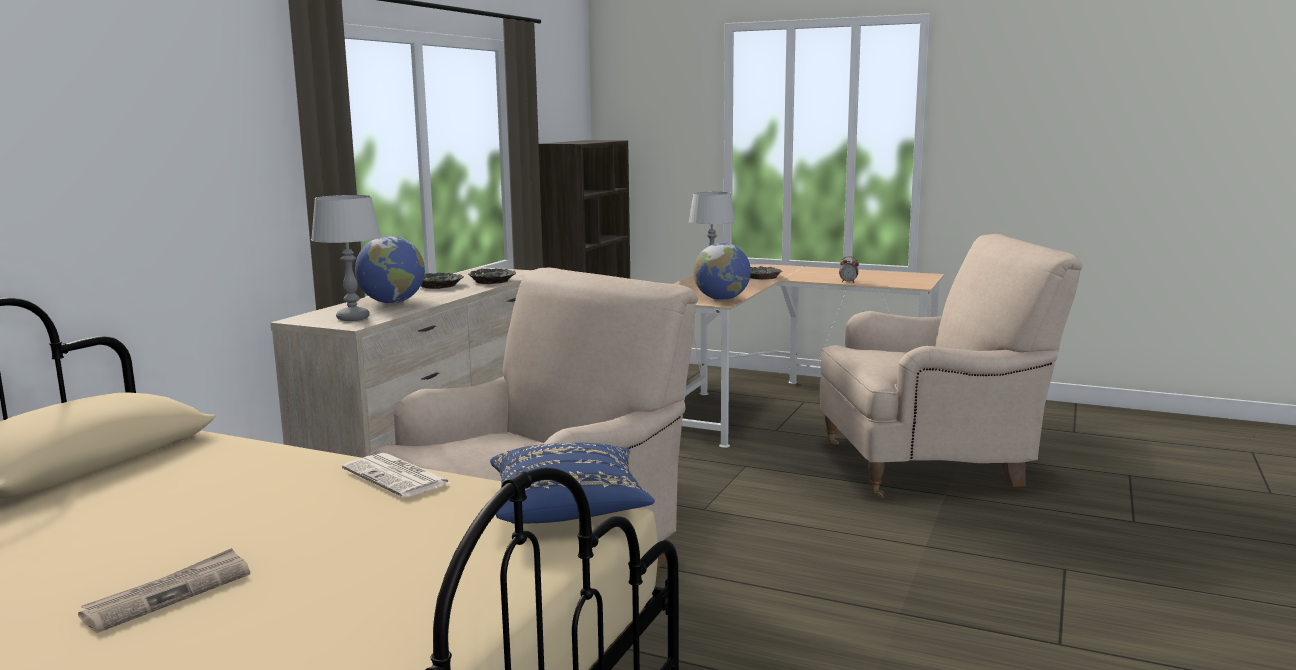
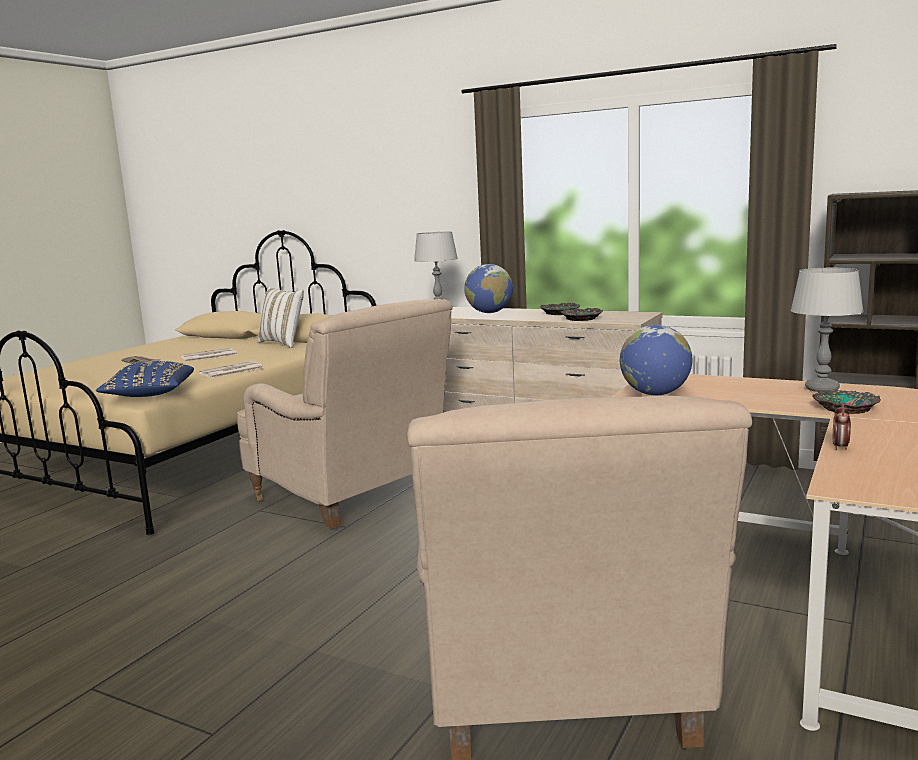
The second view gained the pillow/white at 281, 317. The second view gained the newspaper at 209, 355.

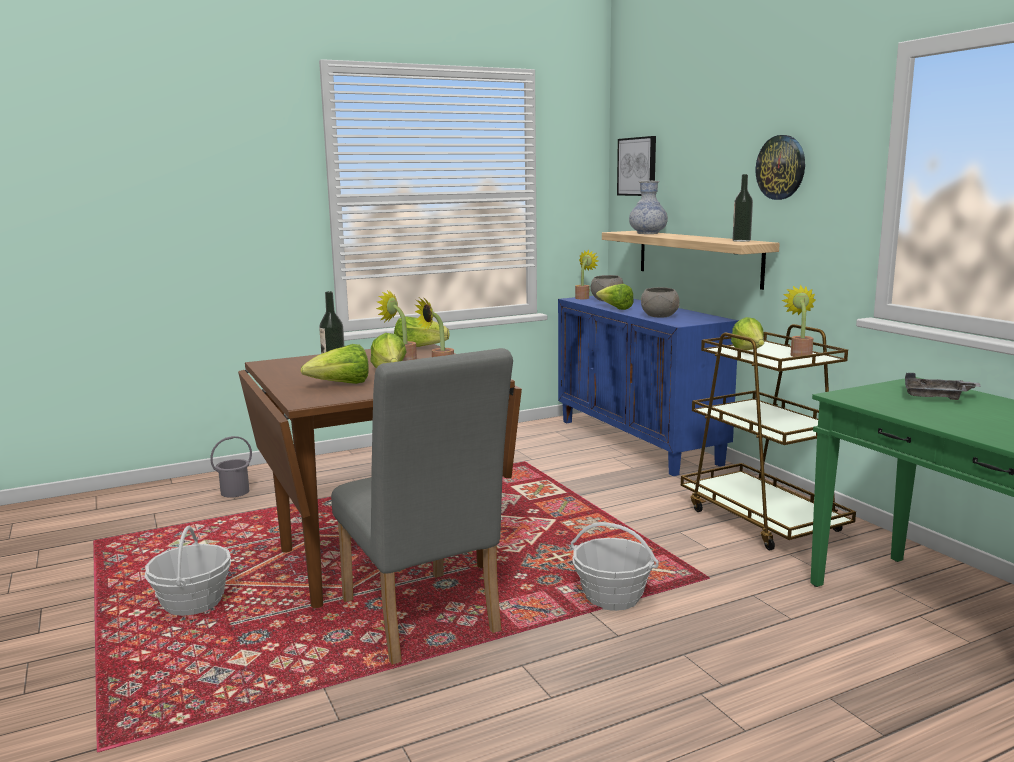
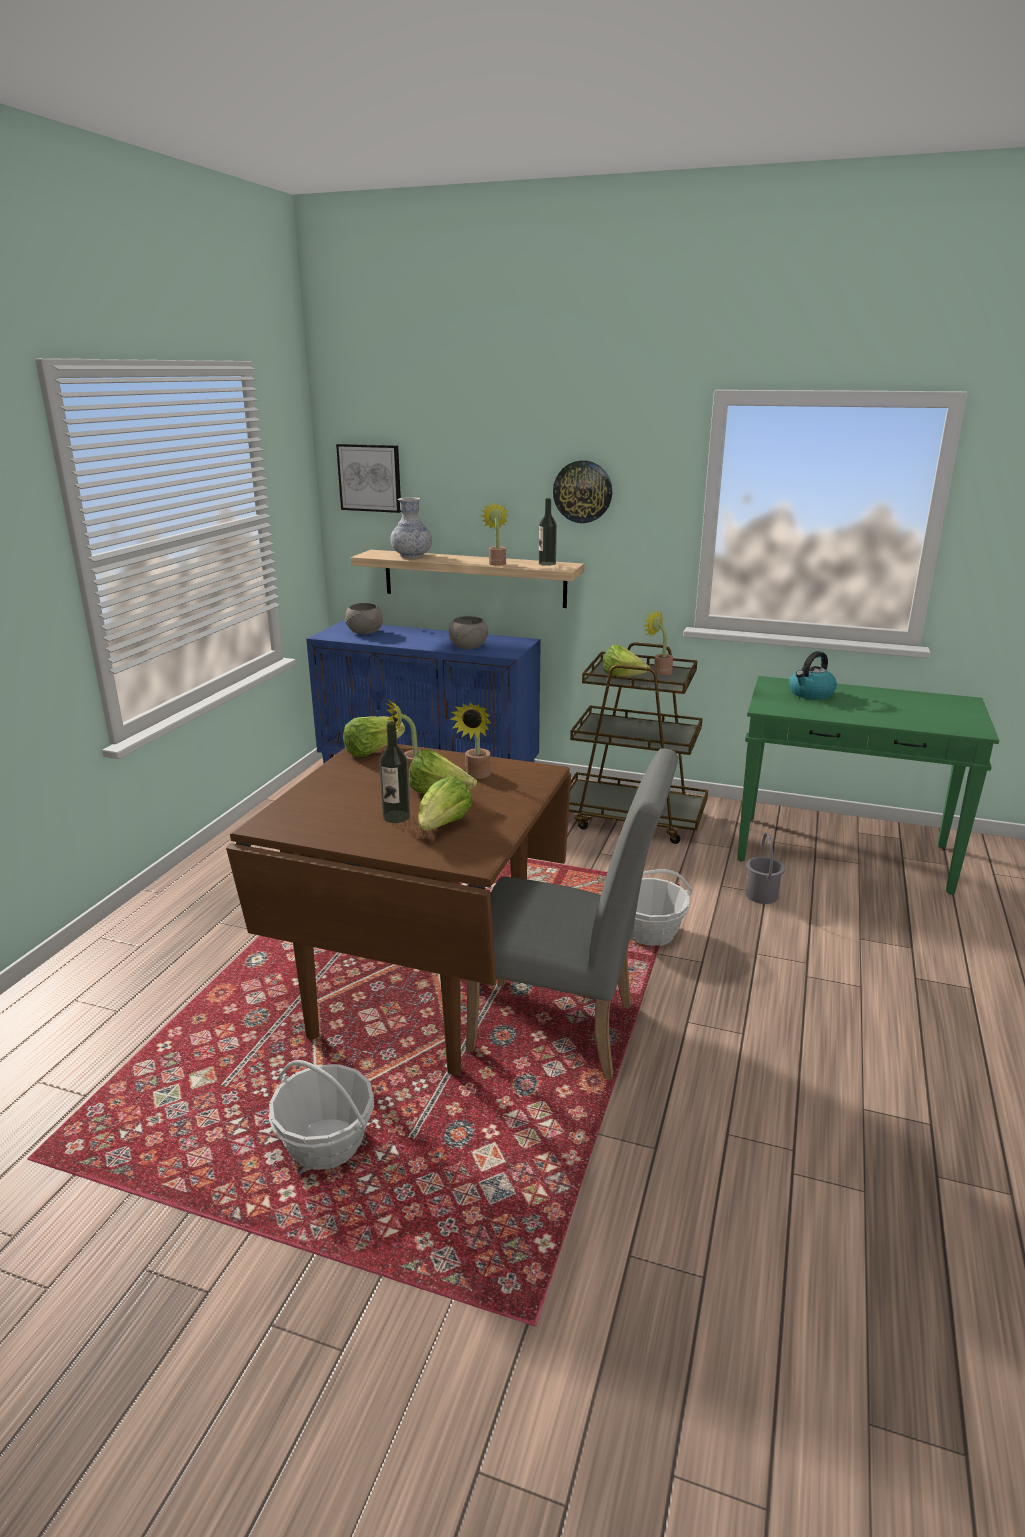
The potted plant ended up elsewhere, having gone from 586, 274 to 495, 534. The second view lost the lettuce at 614, 297. Where the tray/grey stood at 943, 386, the kettle came to stand at 813, 675. The bucket/grey ended up elsewhere, having gone from 231, 466 to 765, 868.

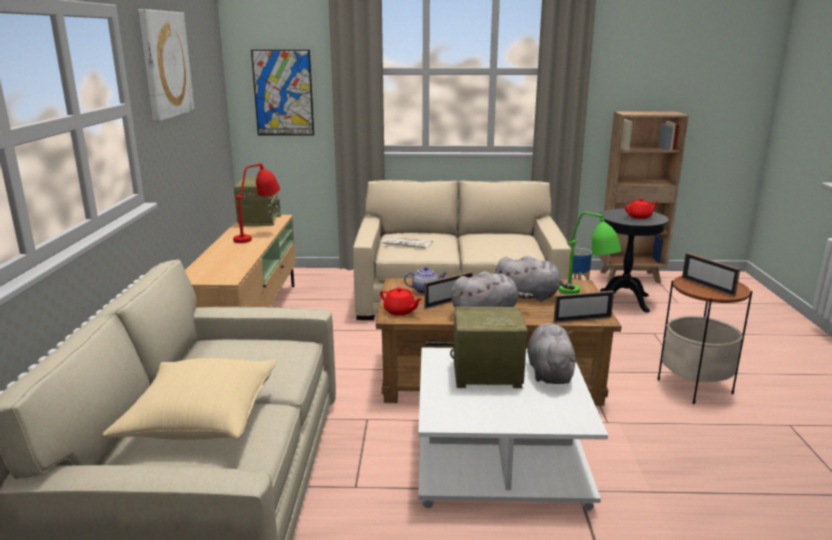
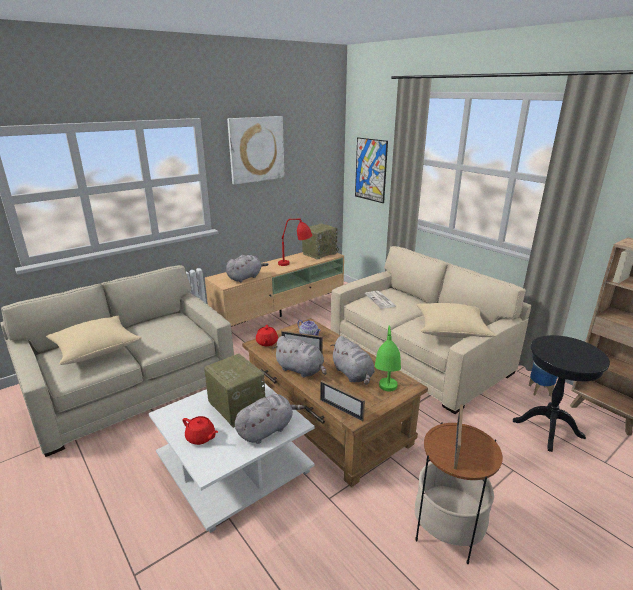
The teapot/red ended up elsewhere, having gone from 641, 208 to 200, 430. The second view gained the plush toy/grey at 247, 268. The second view gained the pillow/beige at 456, 320.

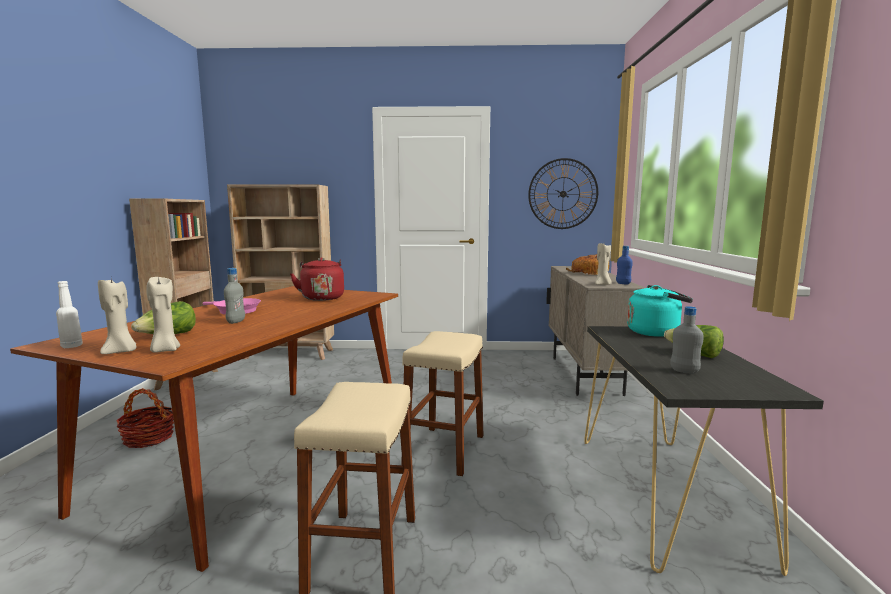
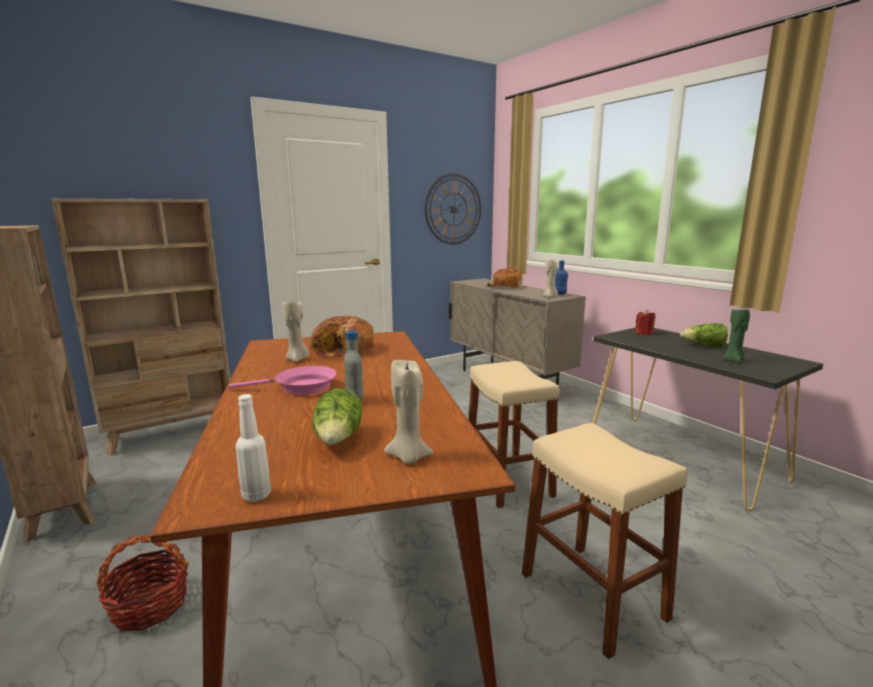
Where the kettle/red stood at 317, 279, the bread came to stand at 342, 337. The candle/beige ended up elsewhere, having gone from 117, 316 to 296, 331. Where the kettle/turquoise stood at 660, 311, the candle/red came to stand at 645, 322. Where the bottle/grey stood at 687, 340, the candle/green came to stand at 736, 335.

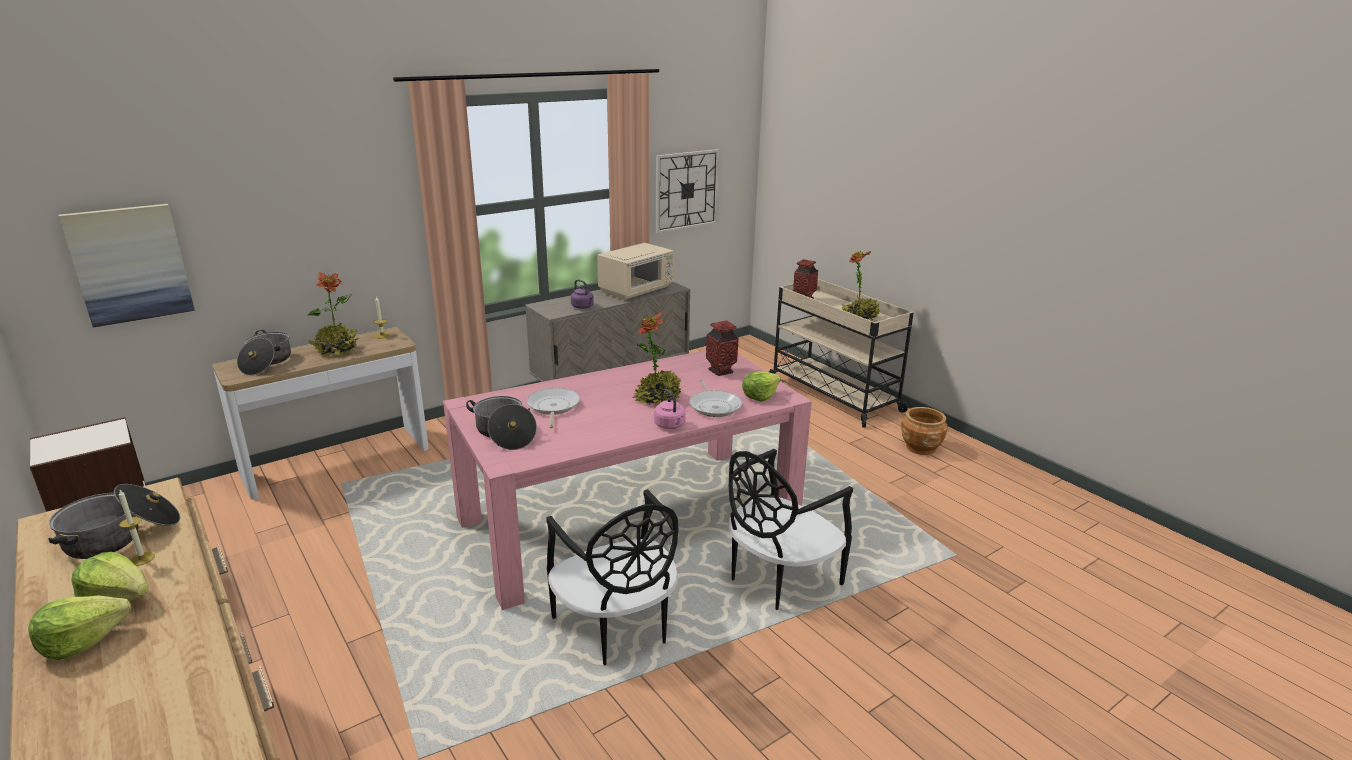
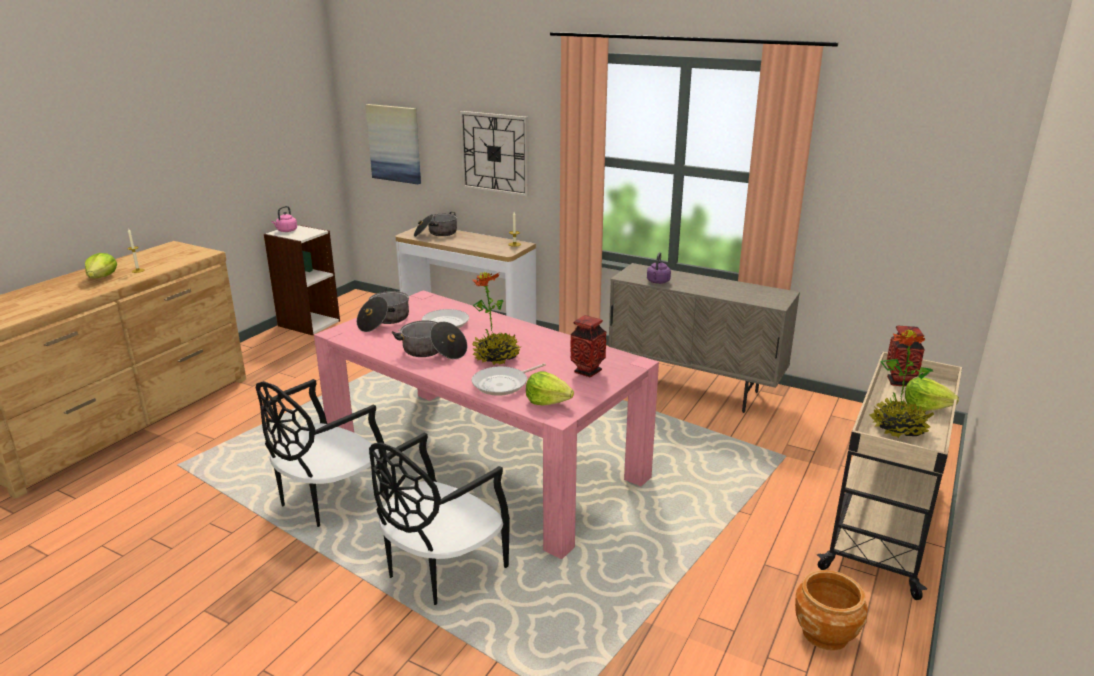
The wall clock ended up elsewhere, having gone from 687, 191 to 494, 154. The second view lost the microwave/beige at 635, 271. The second view lost the potted plant at 333, 314. The kettle/pink ended up elsewhere, having gone from 669, 408 to 284, 219. The chair/black at 790, 529 ended up facing another way, 75 degrees counterclockwise from before. The cooking pot ended up elsewhere, having gone from 114, 521 to 429, 339. The lettuce ended up elsewhere, having gone from 79, 627 to 932, 394.

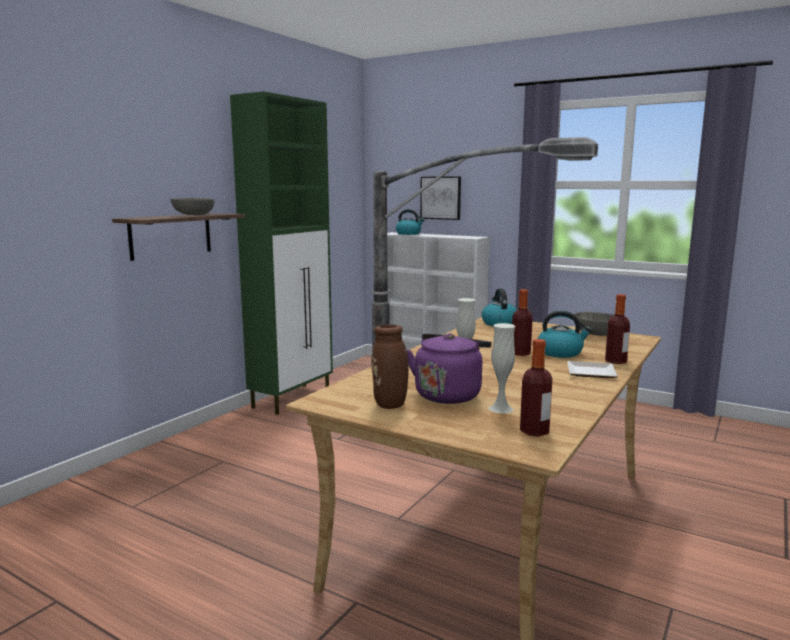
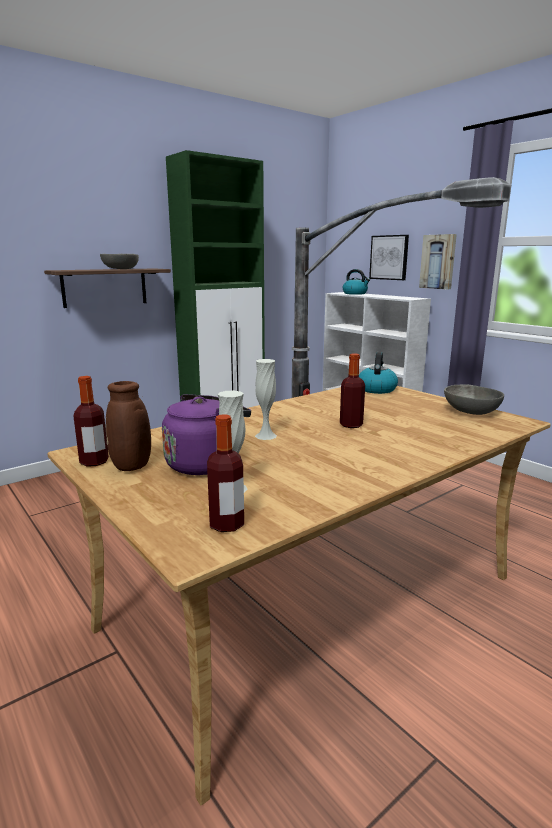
The bottle ended up elsewhere, having gone from 617, 329 to 91, 421. The second view lost the kettle at 565, 334. The second view lost the plate at 592, 369. The second view gained the picture at 438, 261.

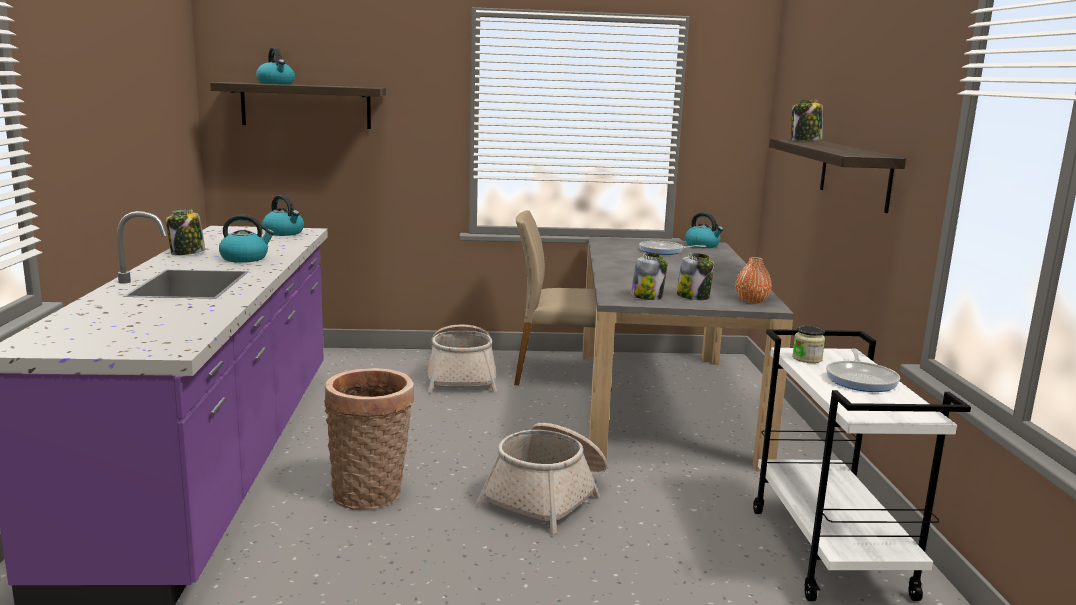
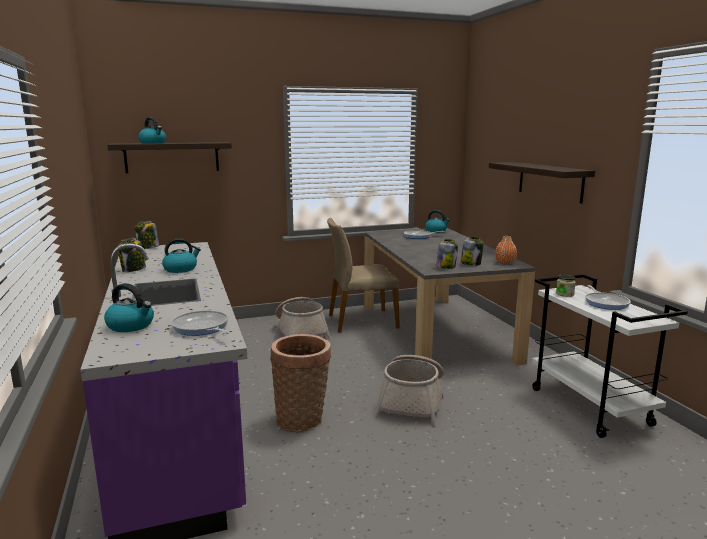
The jar ended up elsewhere, having gone from 807, 120 to 147, 235. The kettle ended up elsewhere, having gone from 283, 215 to 129, 307. The second view gained the frying pan at 200, 323.

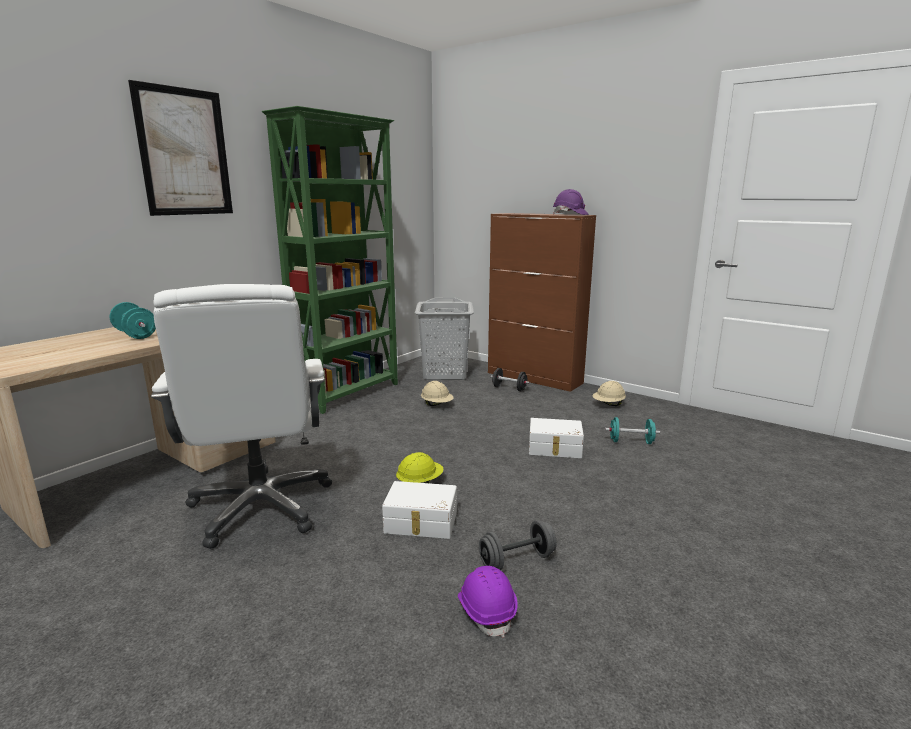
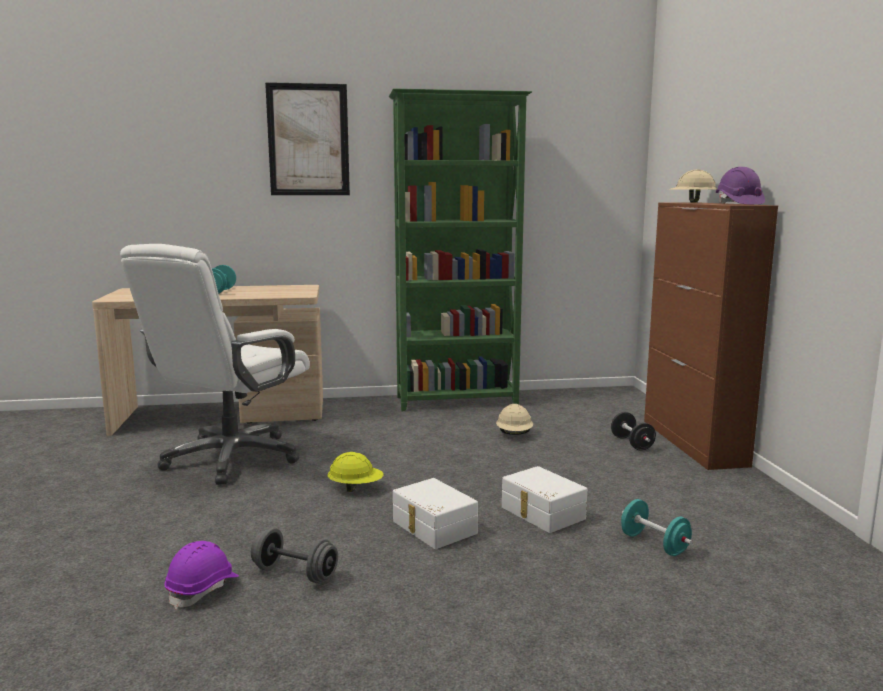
The second view lost the laundry basket/grey at 444, 339. The hard hat/beige ended up elsewhere, having gone from 609, 393 to 692, 186. The storage box/white ended up elsewhere, having gone from 419, 510 to 435, 513.

